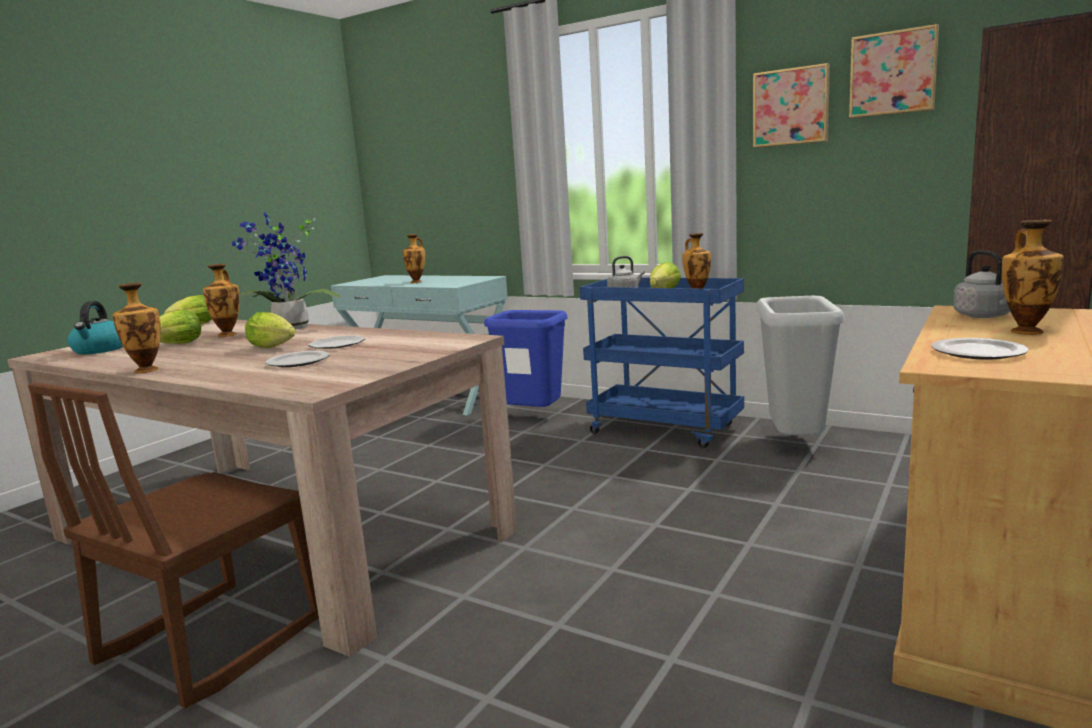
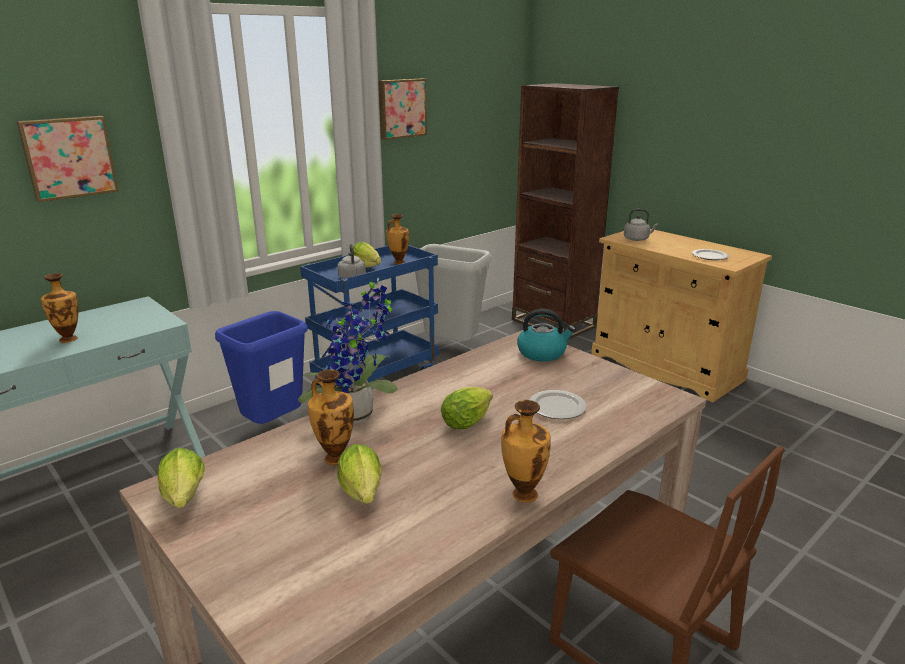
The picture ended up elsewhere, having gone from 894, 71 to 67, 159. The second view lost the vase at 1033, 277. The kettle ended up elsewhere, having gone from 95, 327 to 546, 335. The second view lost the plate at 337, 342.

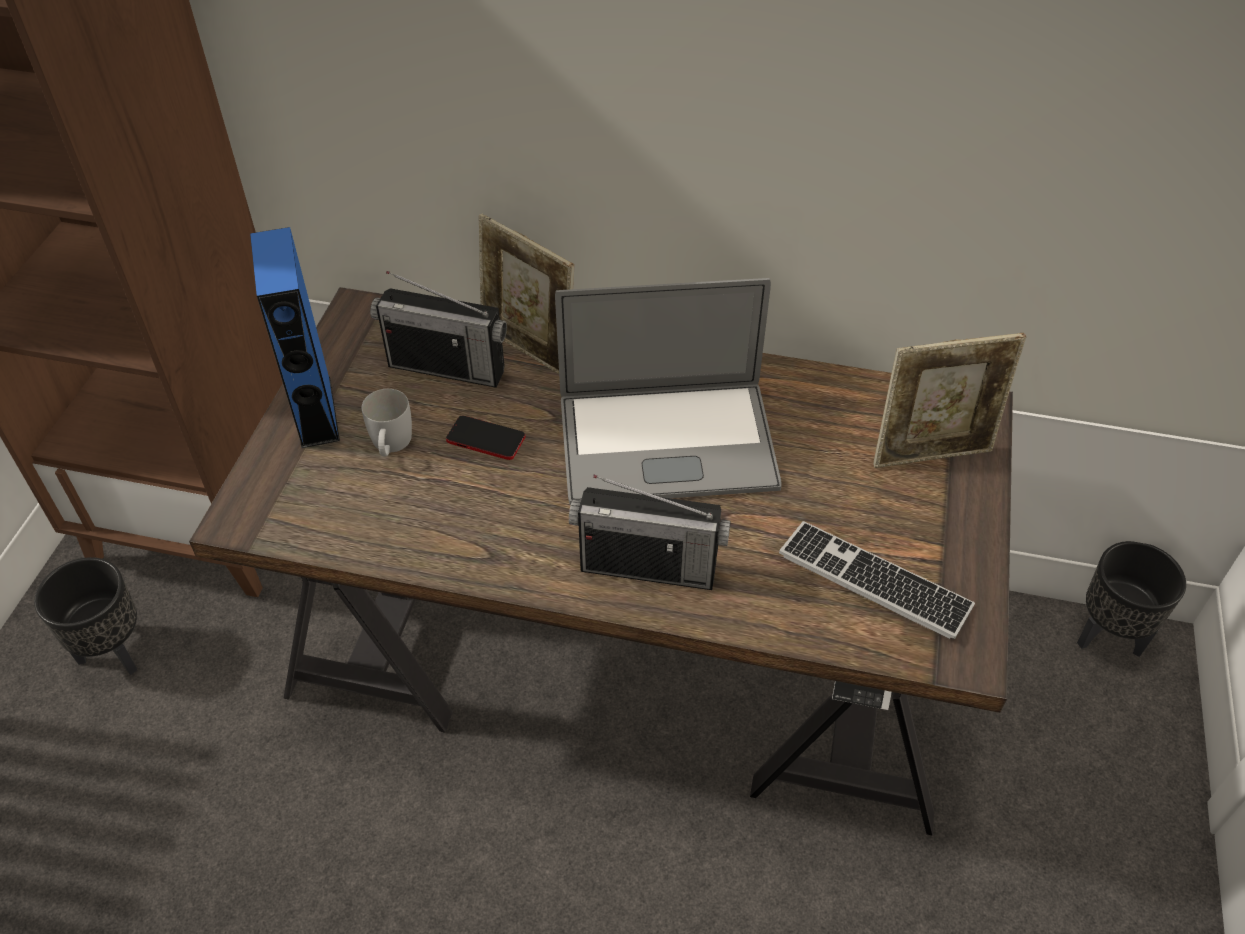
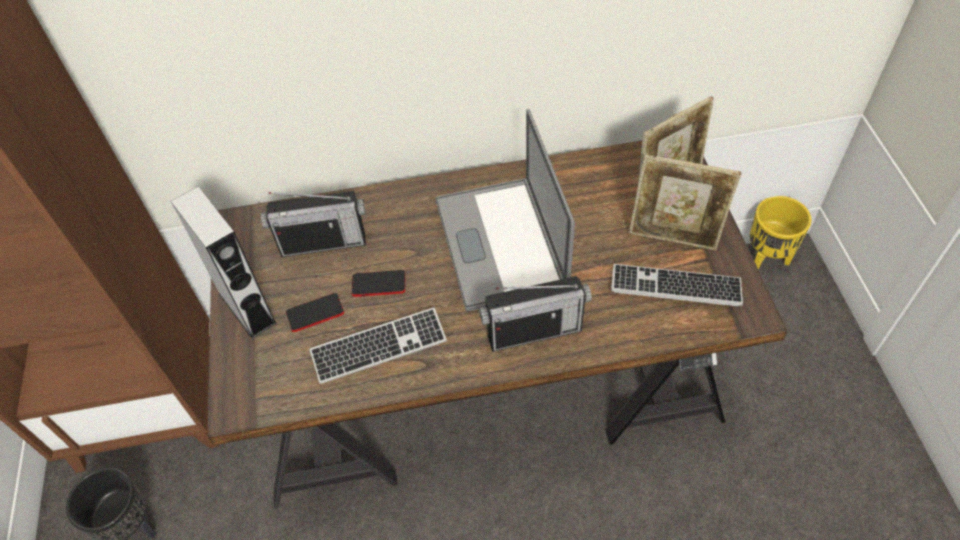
The picture frame ended up elsewhere, having gone from 526, 294 to 685, 202. What was the speaker/blue at 295, 337 turned into the speaker/grey at 224, 263. The laptop at 668, 391 ended up facing another way, 105 degrees clockwise from before. Where the mug/white stood at 387, 423, the phone came to stand at 315, 312. What was the planter/black at 1131, 599 turned into the planter/yellow at 780, 232. The second view gained the keyboard at 378, 345.

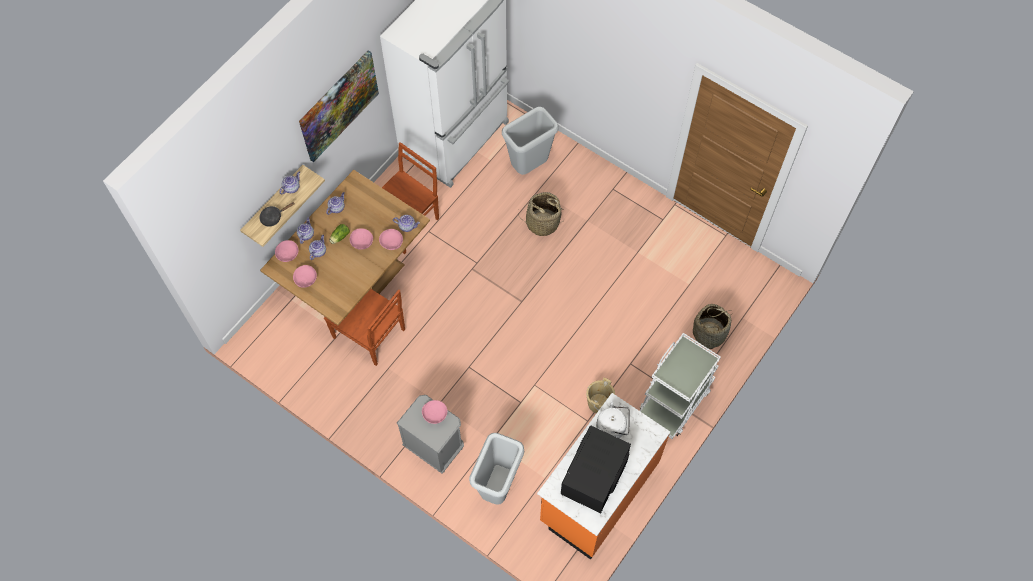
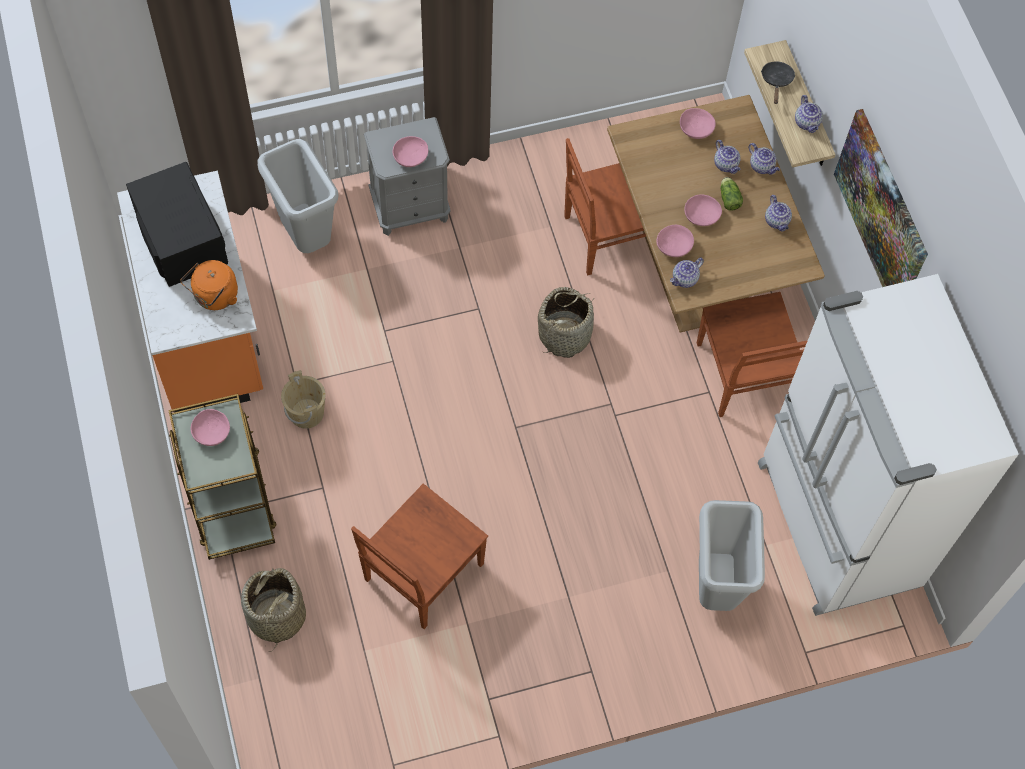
The basket ended up elsewhere, having gone from 540, 214 to 566, 322. The bowl/pink ended up elsewhere, having gone from 287, 251 to 210, 427. What was the cart/white at 680, 386 turned into the cart/brown at 222, 477. What was the kettle/white at 613, 419 turned into the kettle/orange at 209, 285. The second view gained the chair/brown at 419, 556.

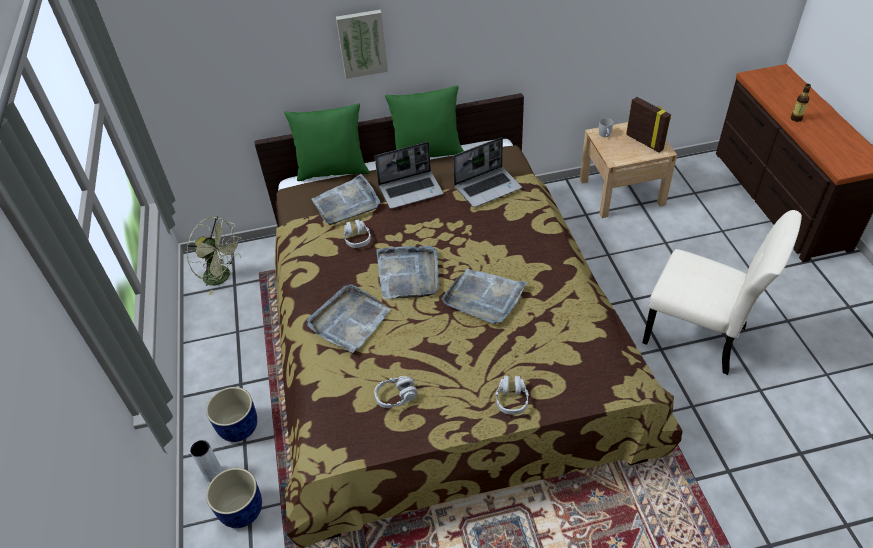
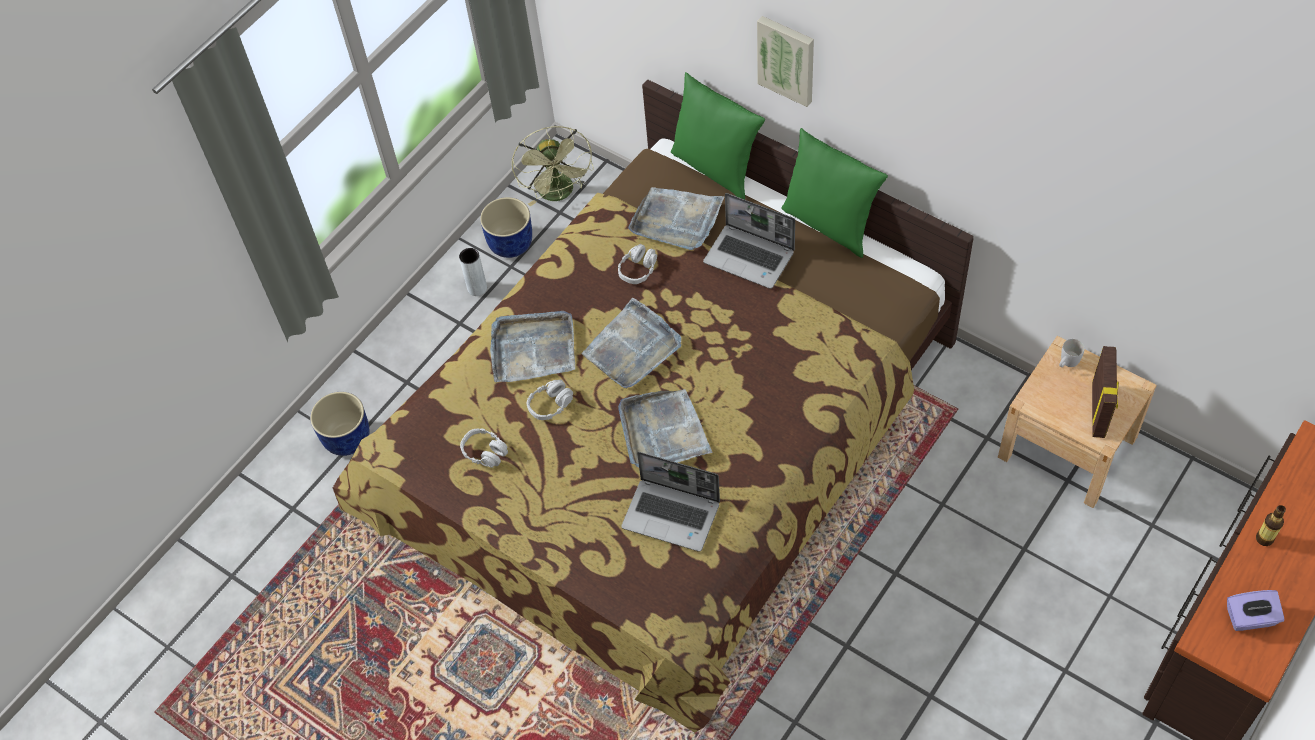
The laptop ended up elsewhere, having gone from 487, 172 to 670, 502. The second view lost the chair/beige at 722, 292. The headphones/grey ended up elsewhere, having gone from 512, 395 to 550, 400. The planter/blue ended up elsewhere, having gone from 231, 414 to 506, 227. The vase/grey ended up elsewhere, having gone from 206, 461 to 473, 272. The second view gained the tissue box/purple at 1256, 610.

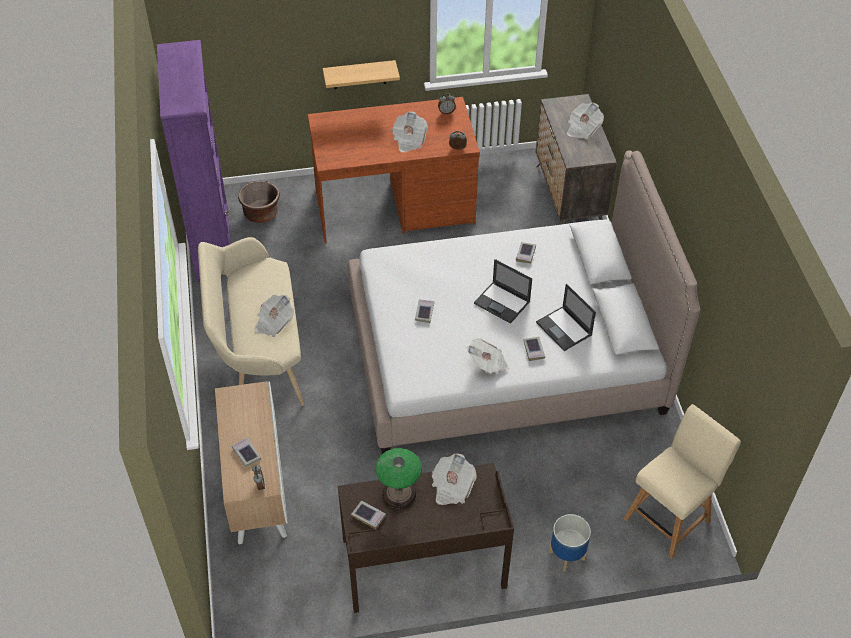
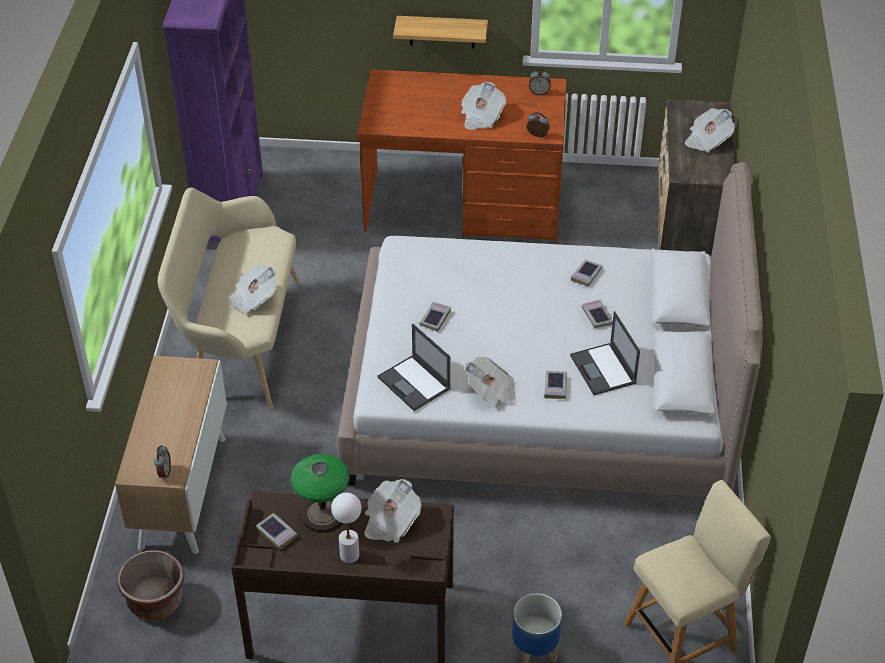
The planter/brown ended up elsewhere, having gone from 259, 202 to 150, 585. The laptop ended up elsewhere, having gone from 503, 291 to 414, 367. The book ended up elsewhere, having gone from 246, 452 to 597, 314. The second view gained the table lamp/white at 346, 528.

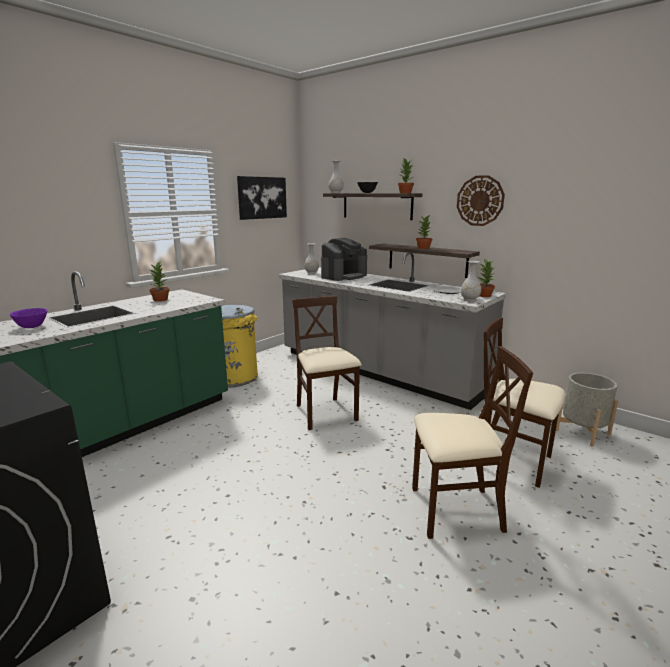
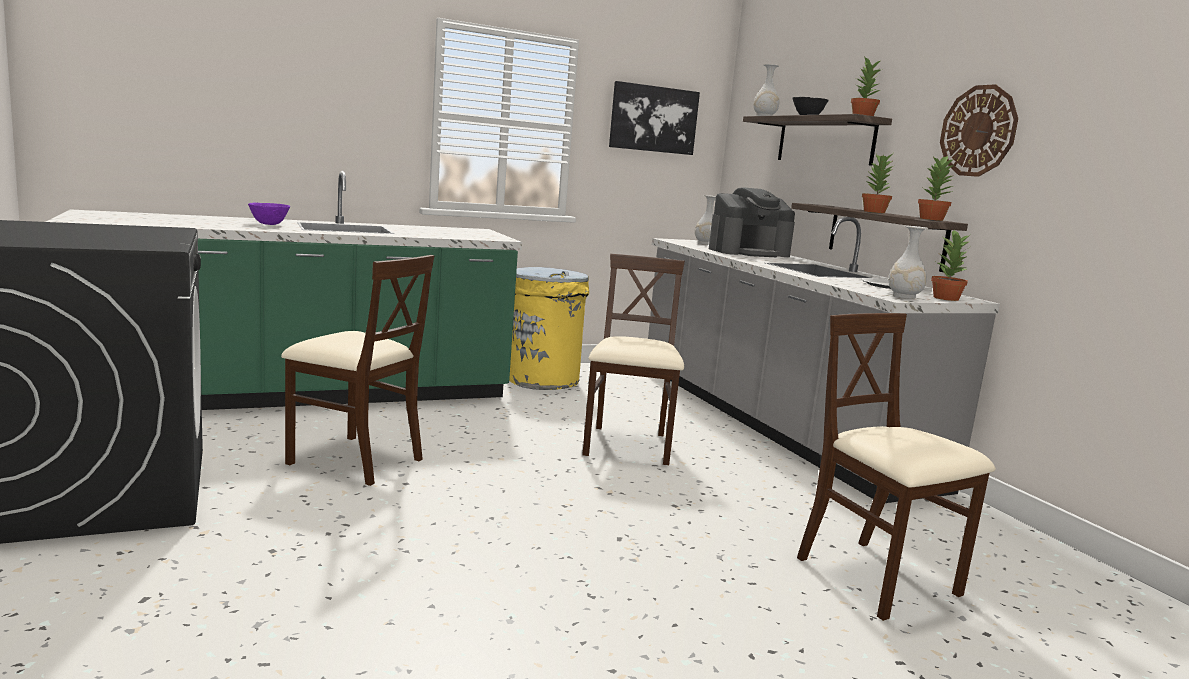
The potted plant ended up elsewhere, having gone from 159, 282 to 936, 188. The chair/beige ended up elsewhere, having gone from 472, 442 to 357, 370. The second view lost the planter/grey at 587, 410.

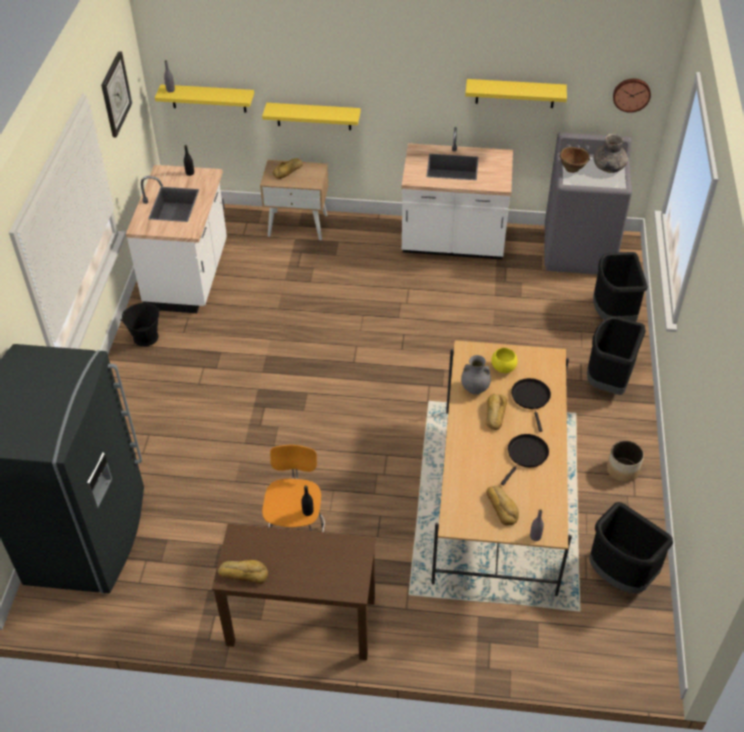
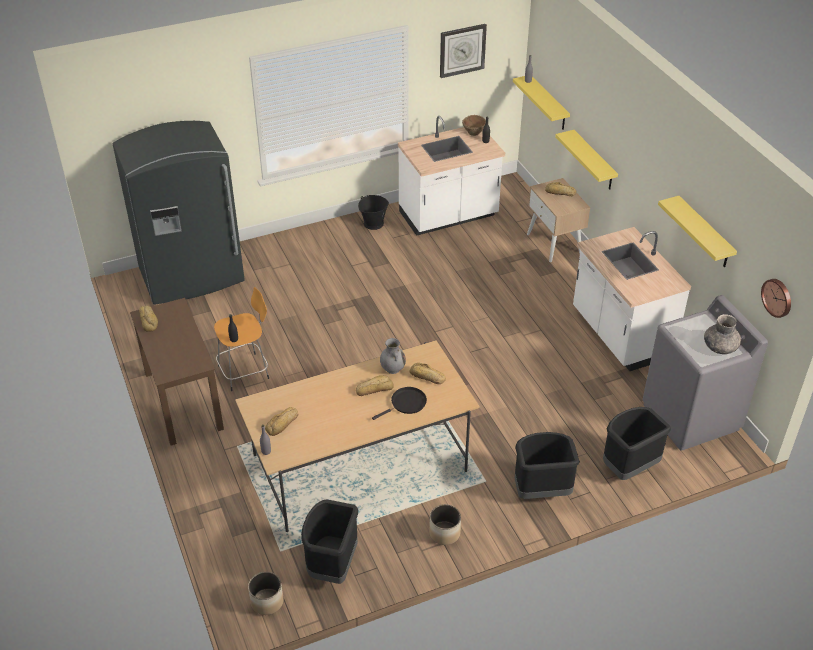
The bowl/brown ended up elsewhere, having gone from 574, 160 to 474, 125. Where the bowl/yellow stood at 504, 360, the bread came to stand at 427, 373. The second view lost the frying pan/black at 525, 459. The second view gained the planter at 266, 593.

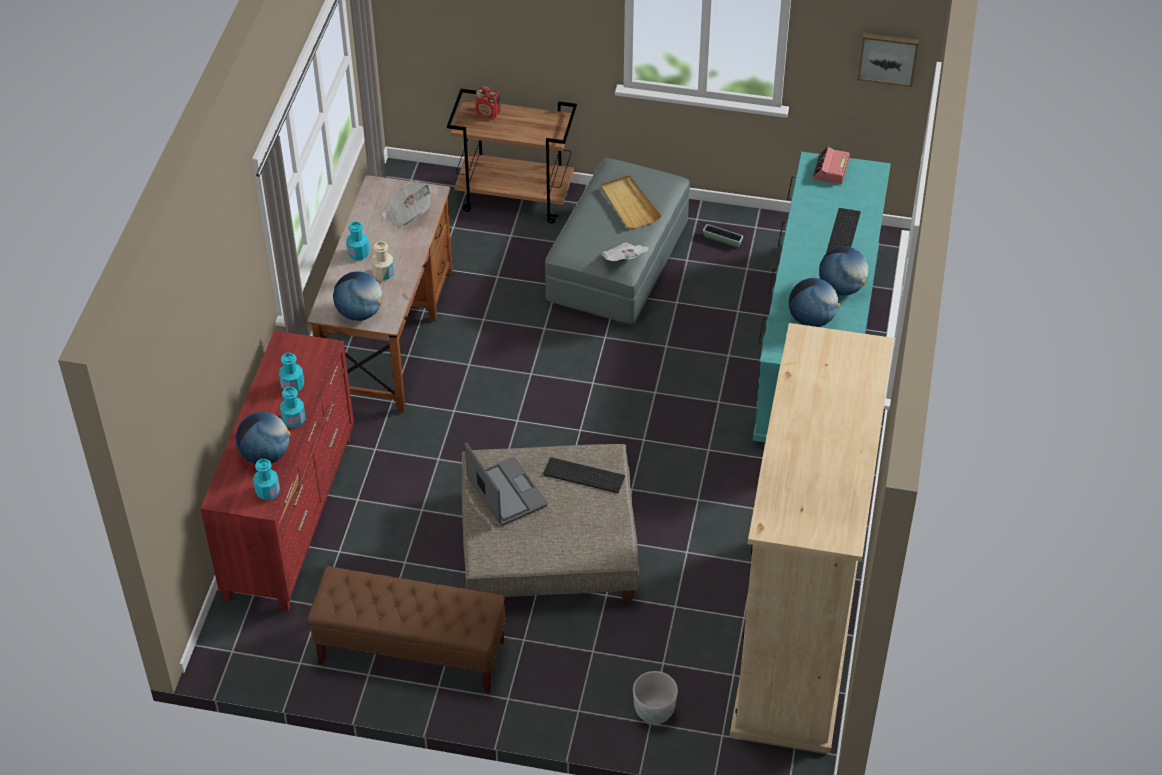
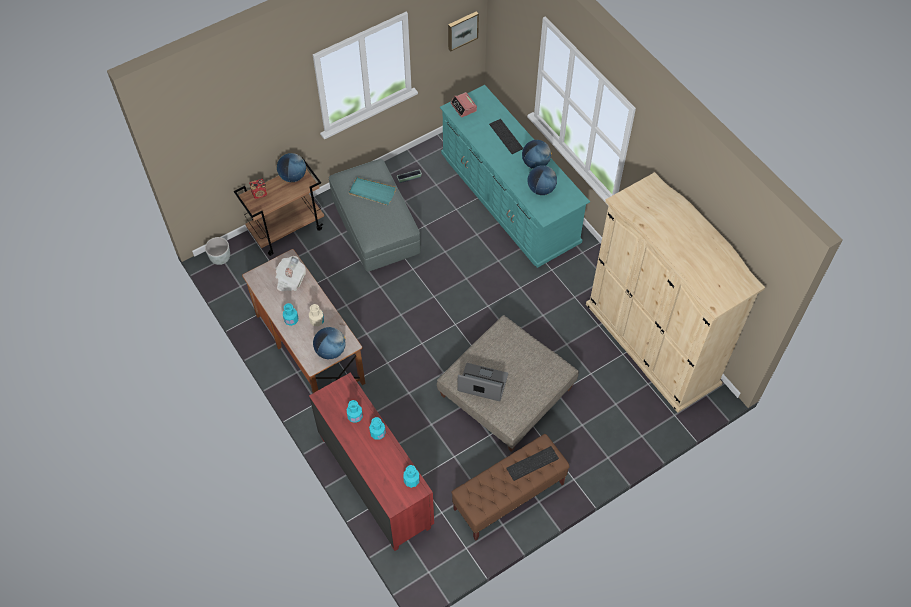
What was the tray/beige at 630, 202 turned into the tray/turquoise at 372, 191. The second view lost the newspaper at 625, 251. The globe ended up elsewhere, having gone from 263, 438 to 291, 167. The keyboard ended up elsewhere, having gone from 584, 475 to 532, 463. The planter/grey ended up elsewhere, having gone from 655, 697 to 217, 251.

